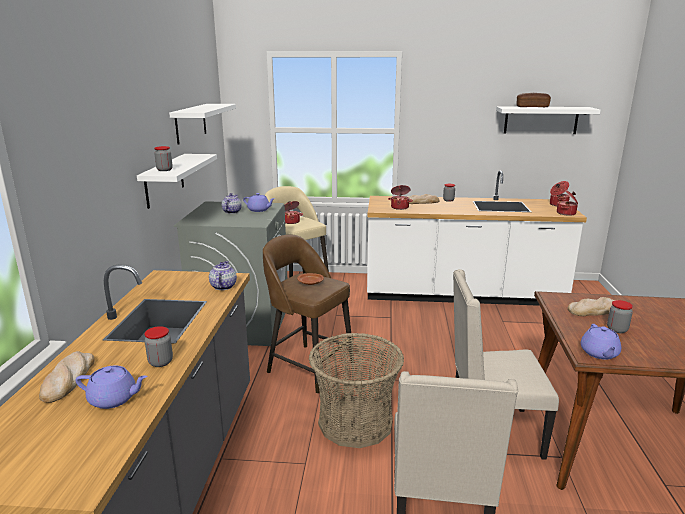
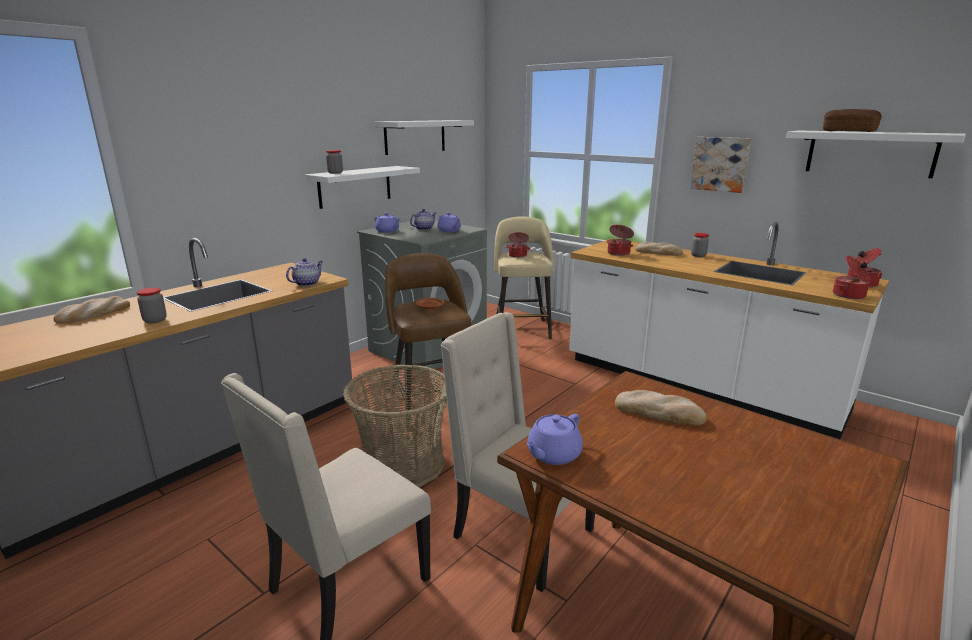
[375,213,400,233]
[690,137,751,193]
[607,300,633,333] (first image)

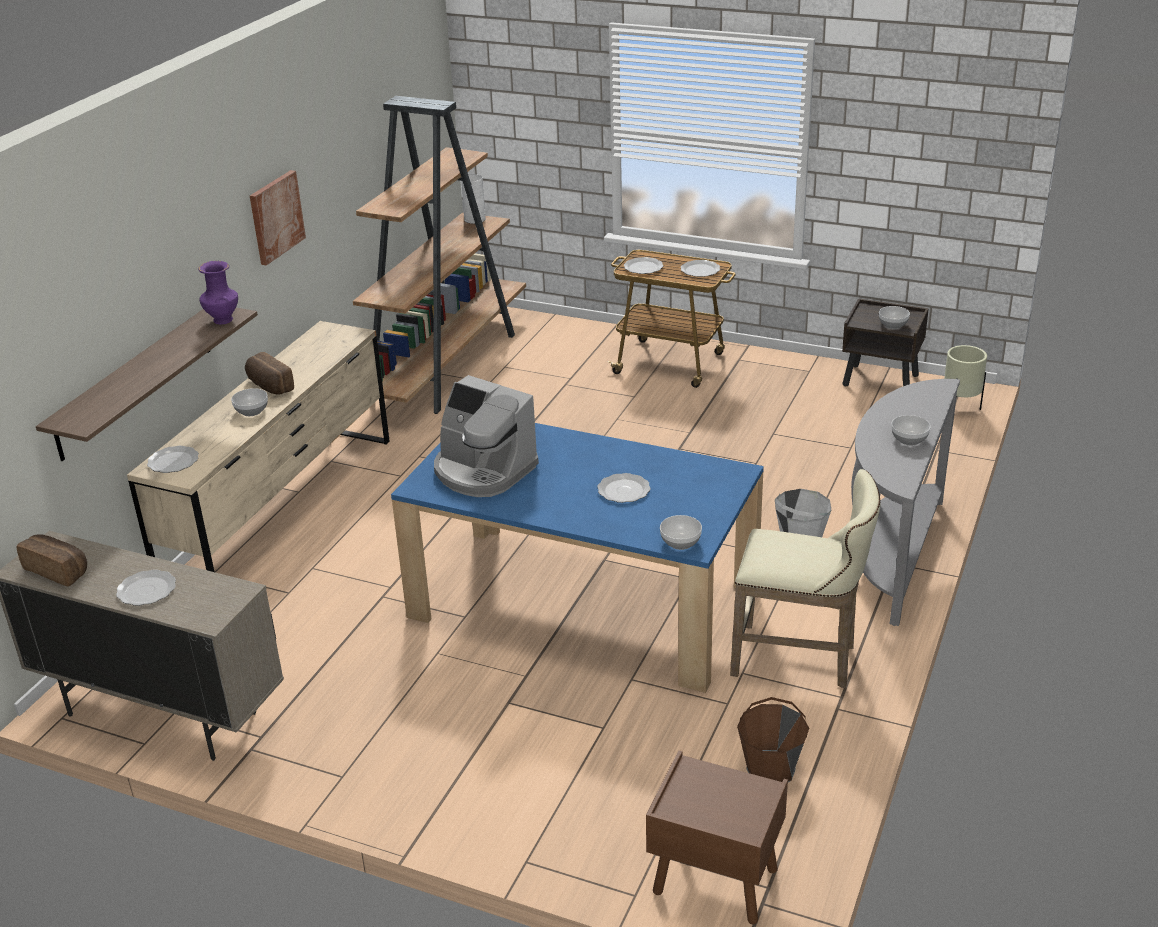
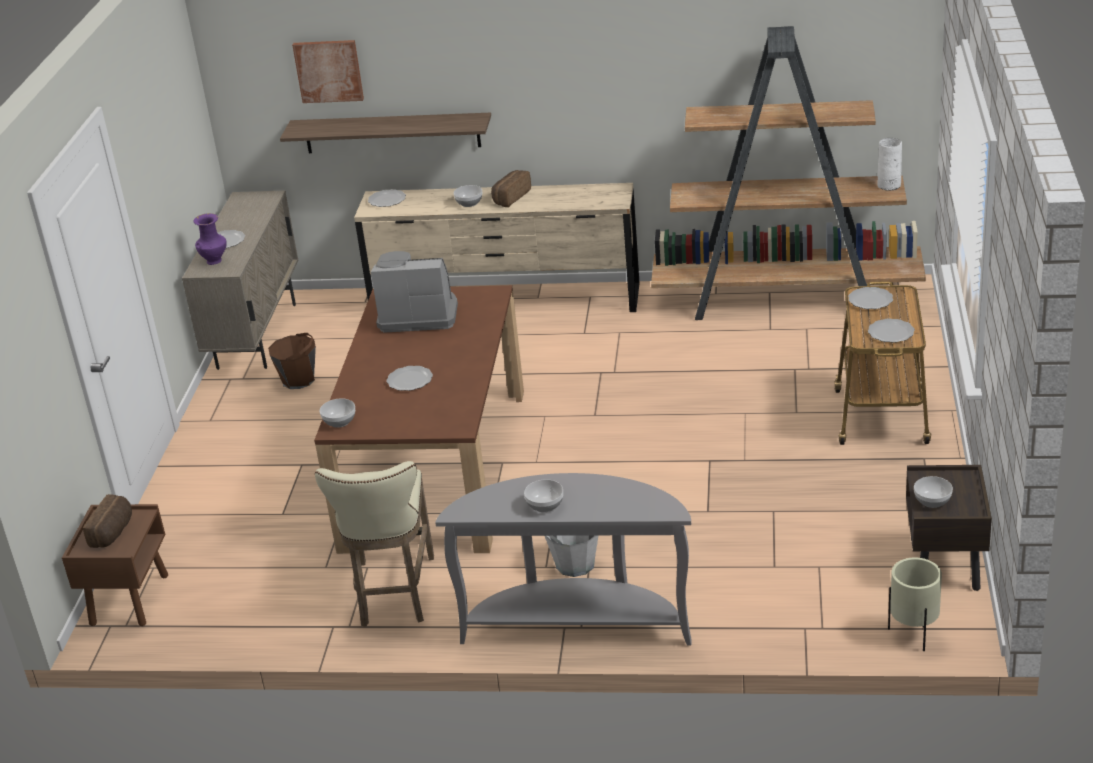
[83,494,132,548]
[194,213,227,265]
[268,333,316,389]
[292,40,364,103]
[314,285,524,554]
[371,251,458,333]

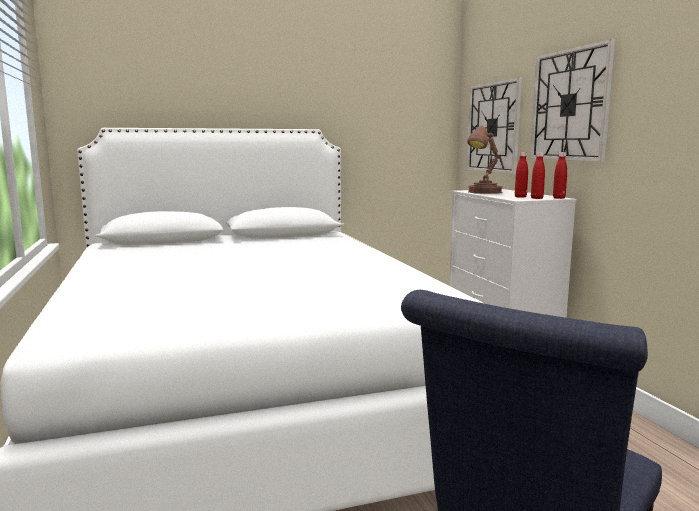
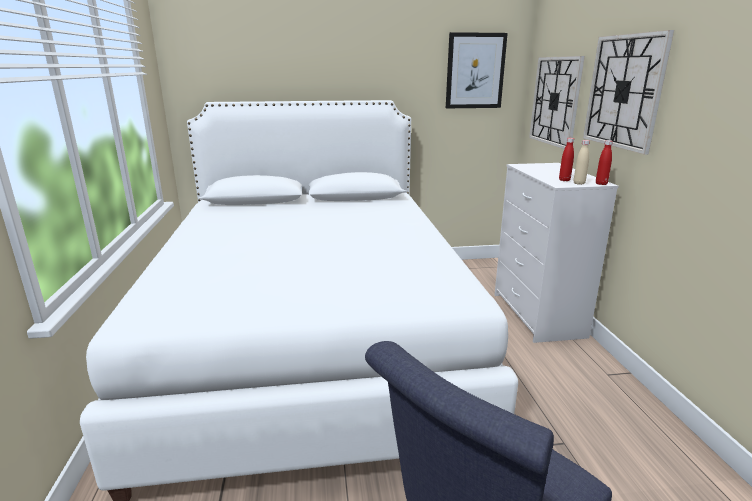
[446,32,508,108]
[574,140,590,185]
[467,125,503,194] (first image)

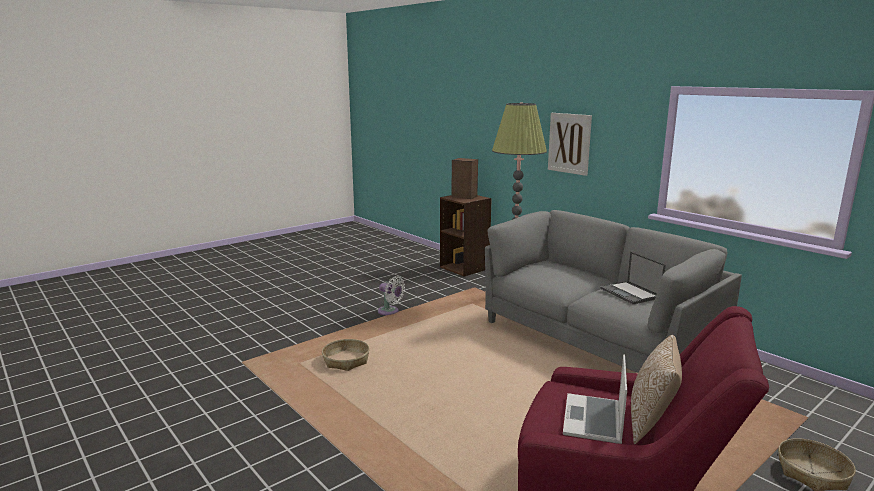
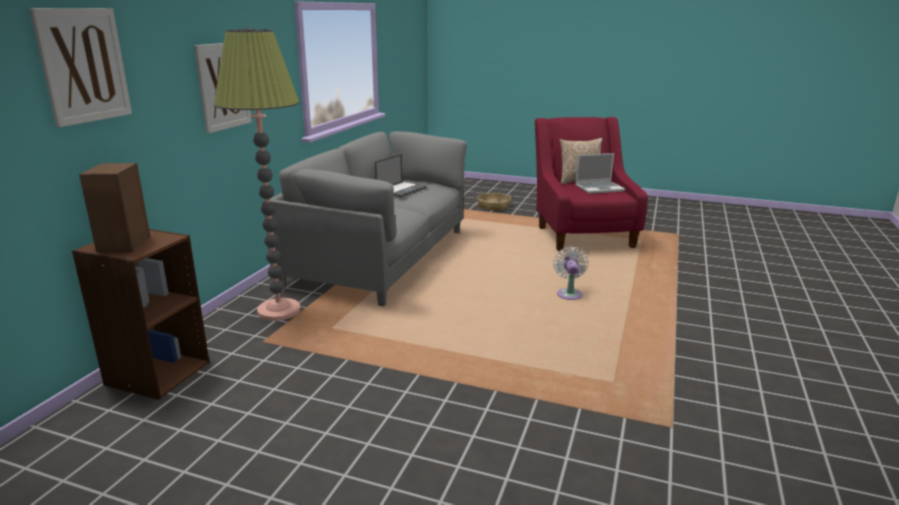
[29,8,132,128]
[553,247,589,300]
[322,339,370,371] (first image)

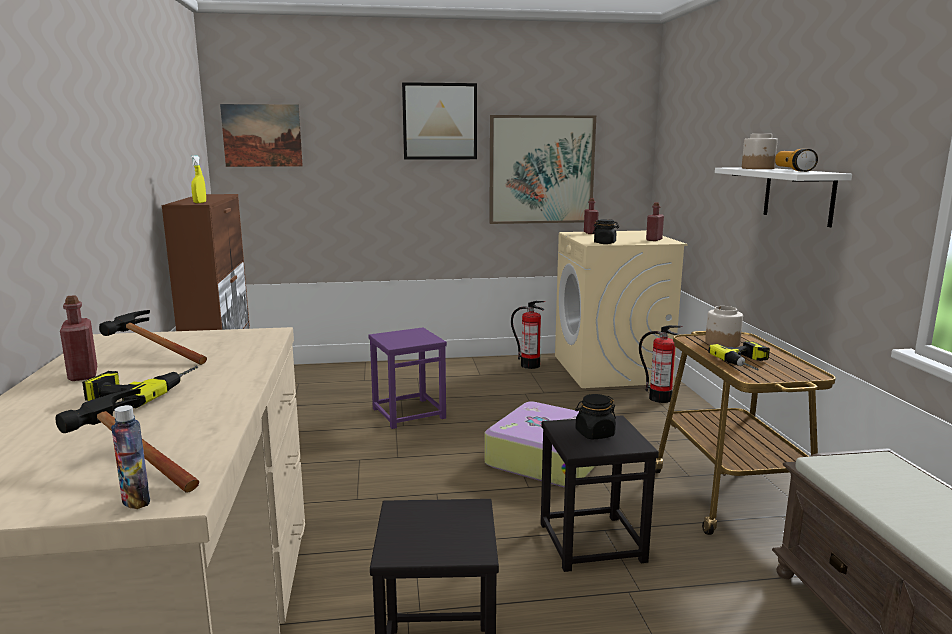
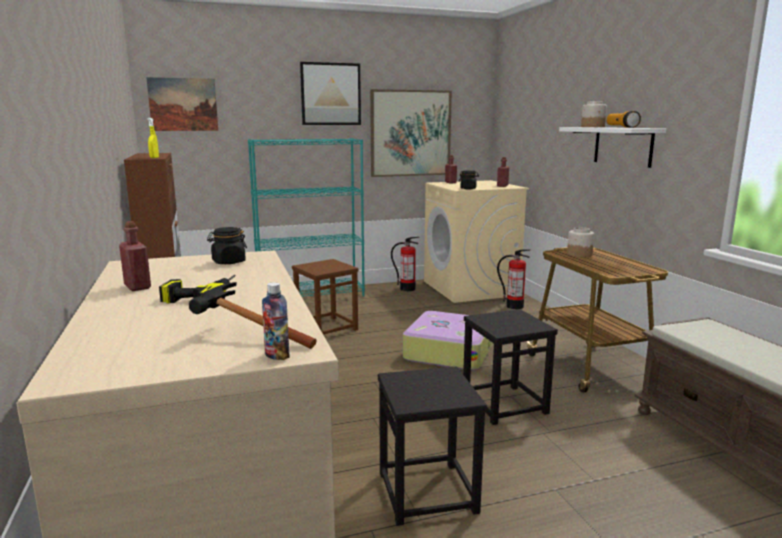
[207,227,247,264]
[248,138,365,297]
[292,259,359,335]
[99,310,207,365] (first image)
[708,341,770,371] (first image)

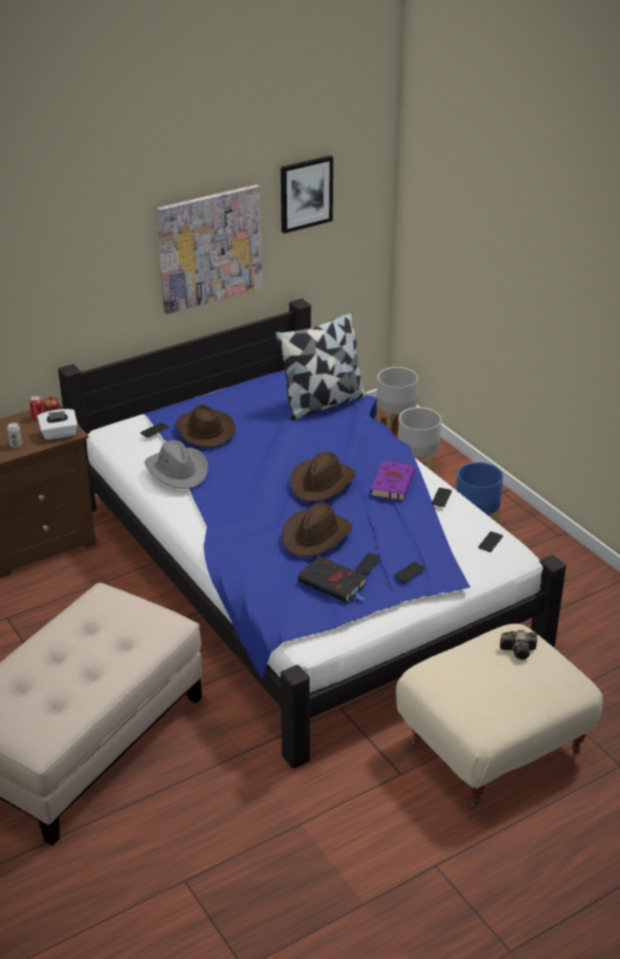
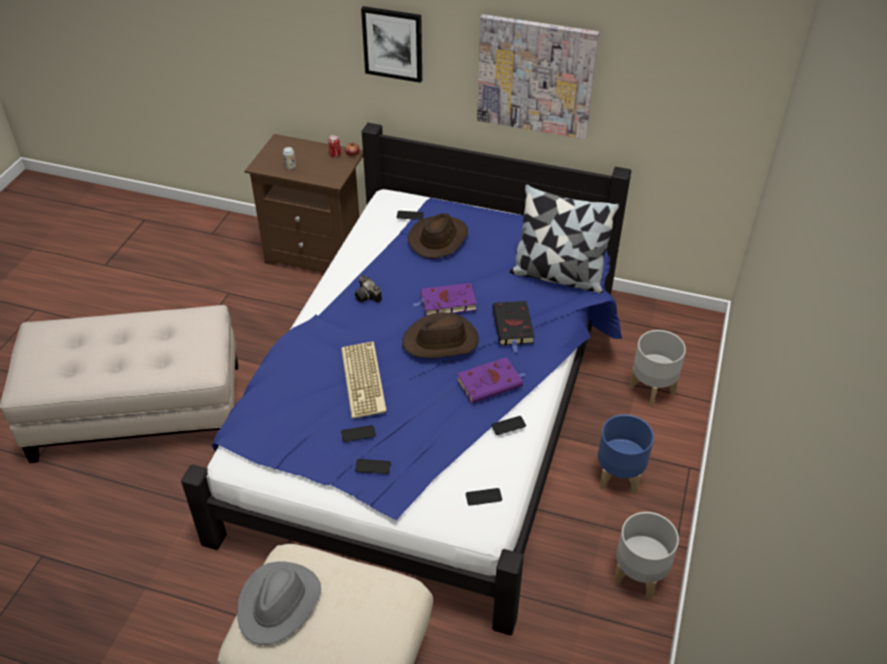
[237,562,321,645]
[341,342,387,419]
[355,275,382,303]
[361,6,422,83]
[413,283,477,316]
[492,301,535,353]
[613,512,679,600]
[37,409,78,440] (first image)

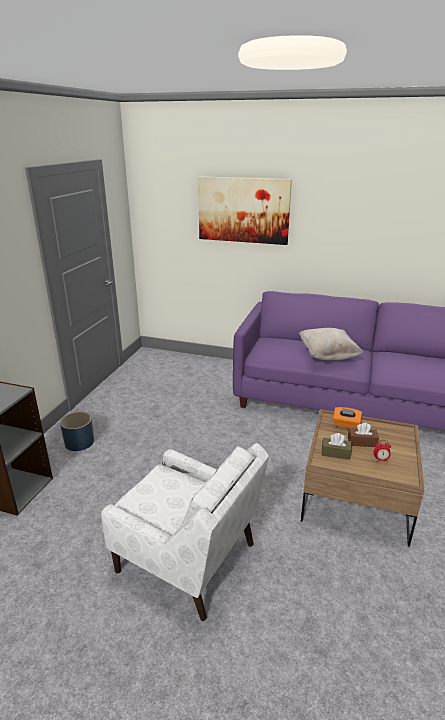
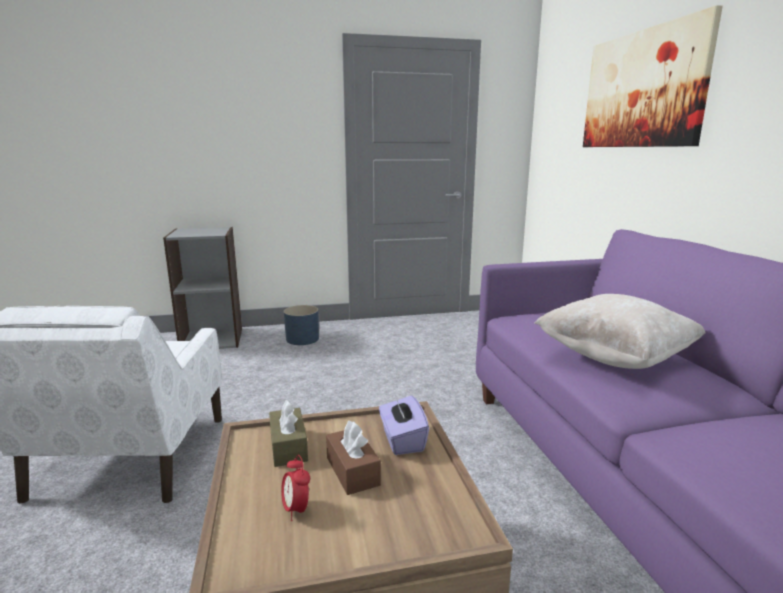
[379,392,429,455]

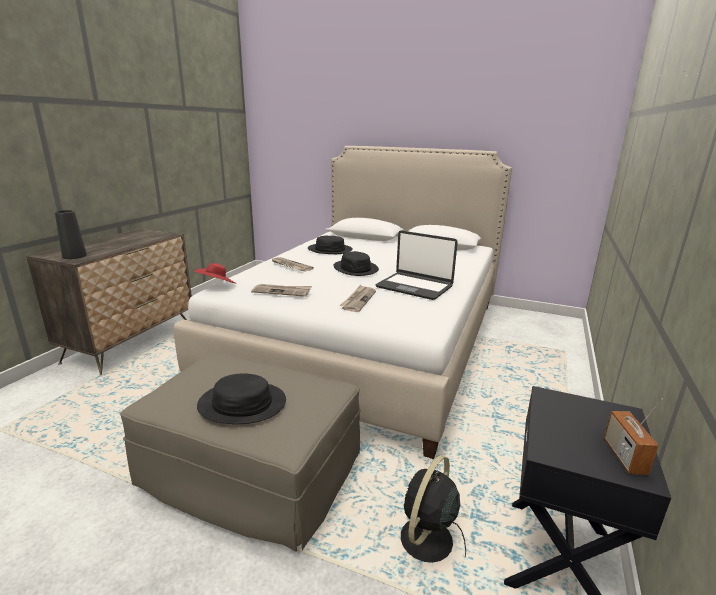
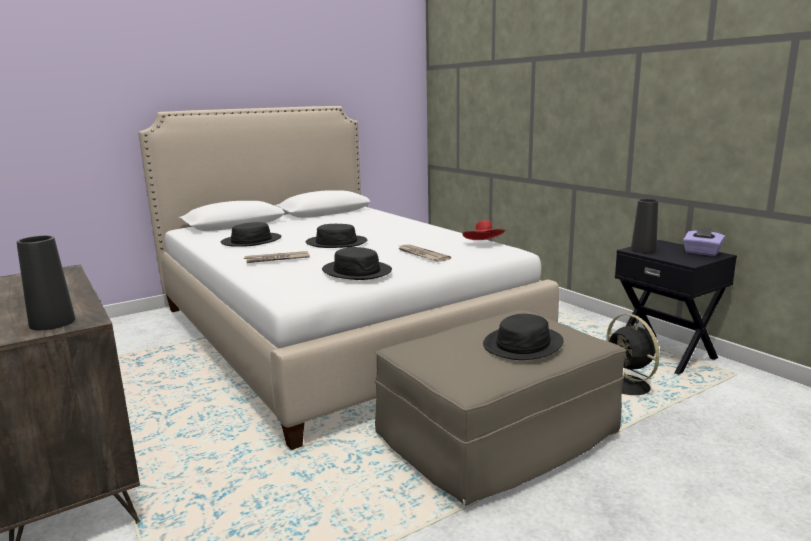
[322,247,392,280]
[463,220,505,240]
[631,199,658,253]
[683,227,725,256]
[376,231,458,300] (first image)

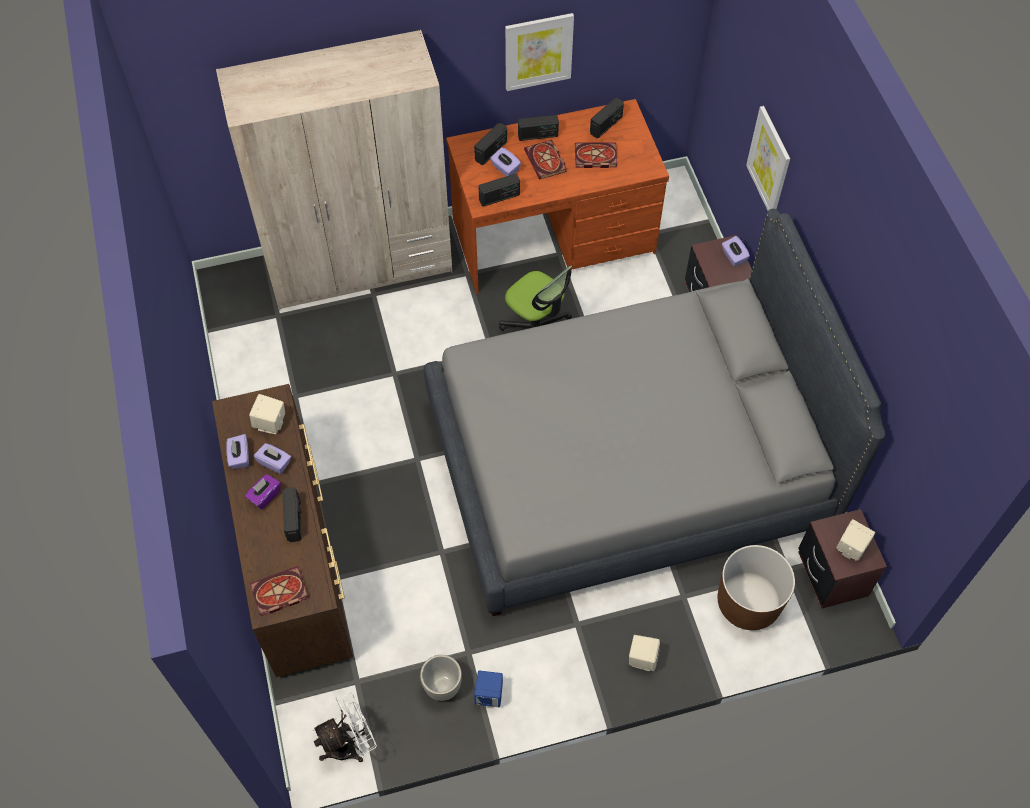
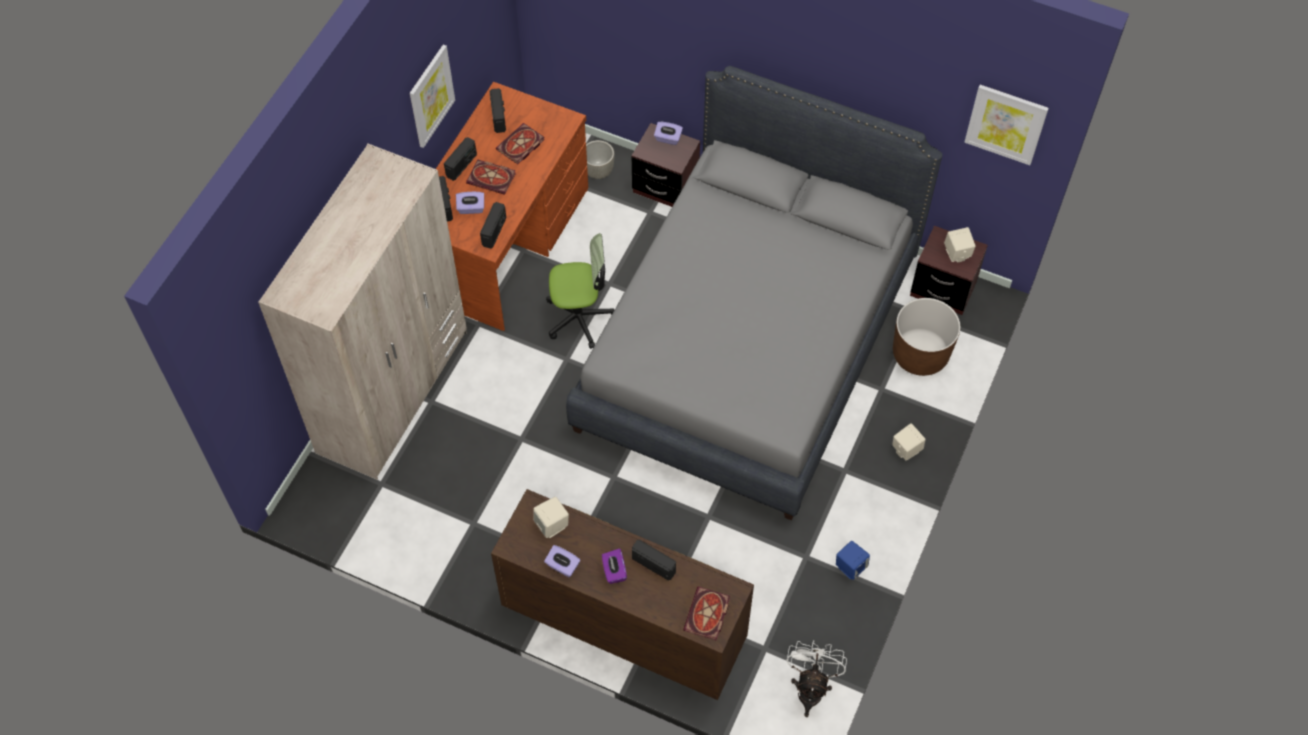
[586,140,615,179]
[964,85,1049,165]
[254,443,291,474] (first image)

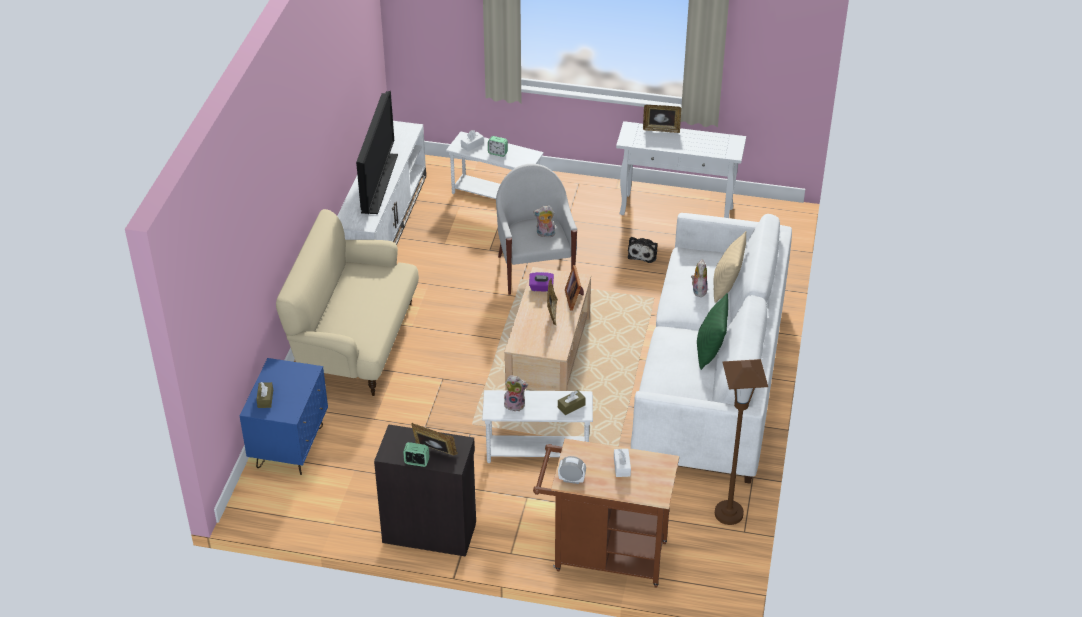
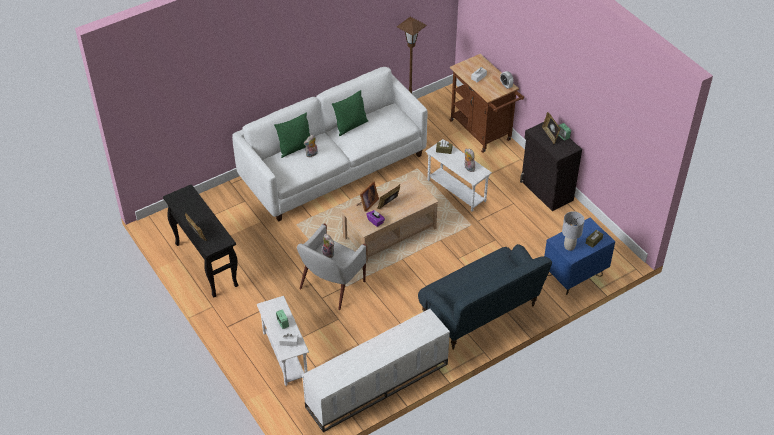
[163,184,239,297]
[274,113,310,158]
[418,244,552,350]
[562,211,585,251]
[356,90,398,214] (first image)
[628,237,657,263] (first image)

